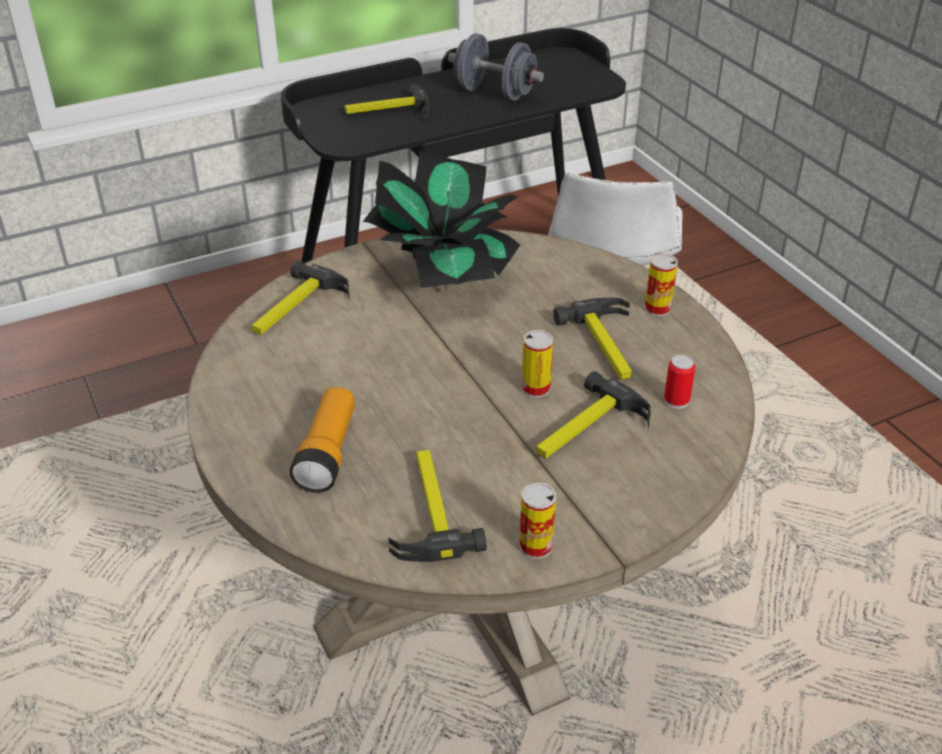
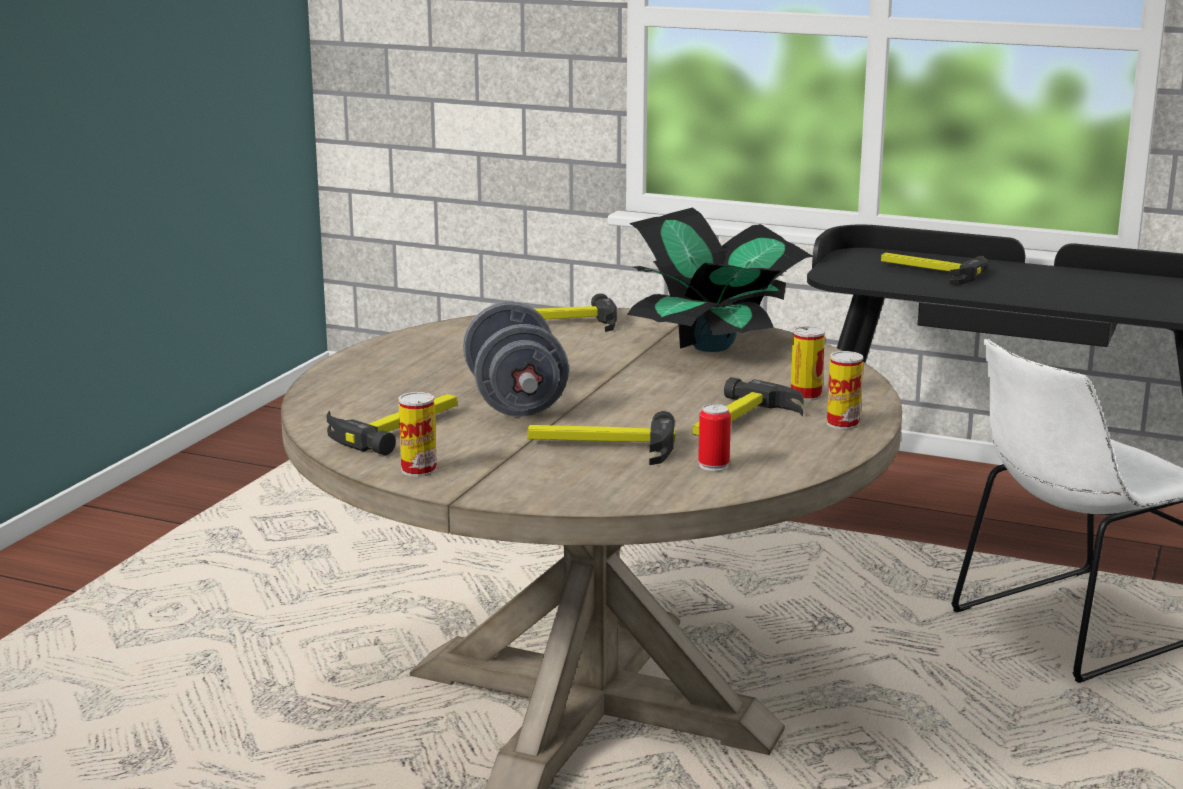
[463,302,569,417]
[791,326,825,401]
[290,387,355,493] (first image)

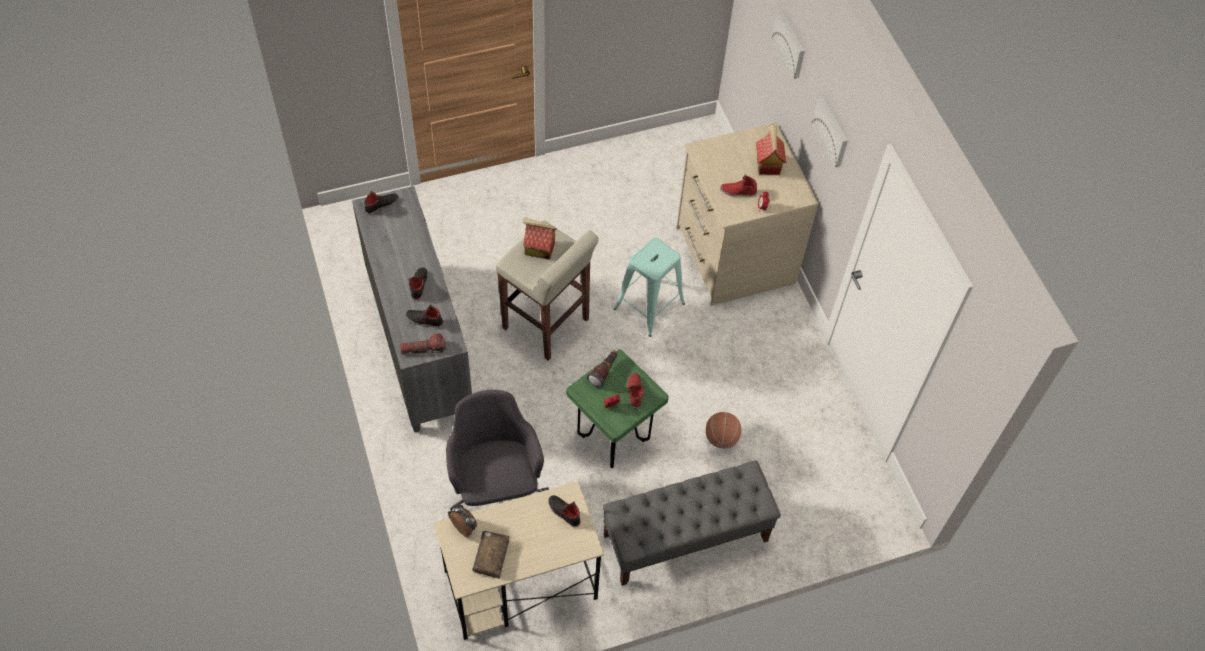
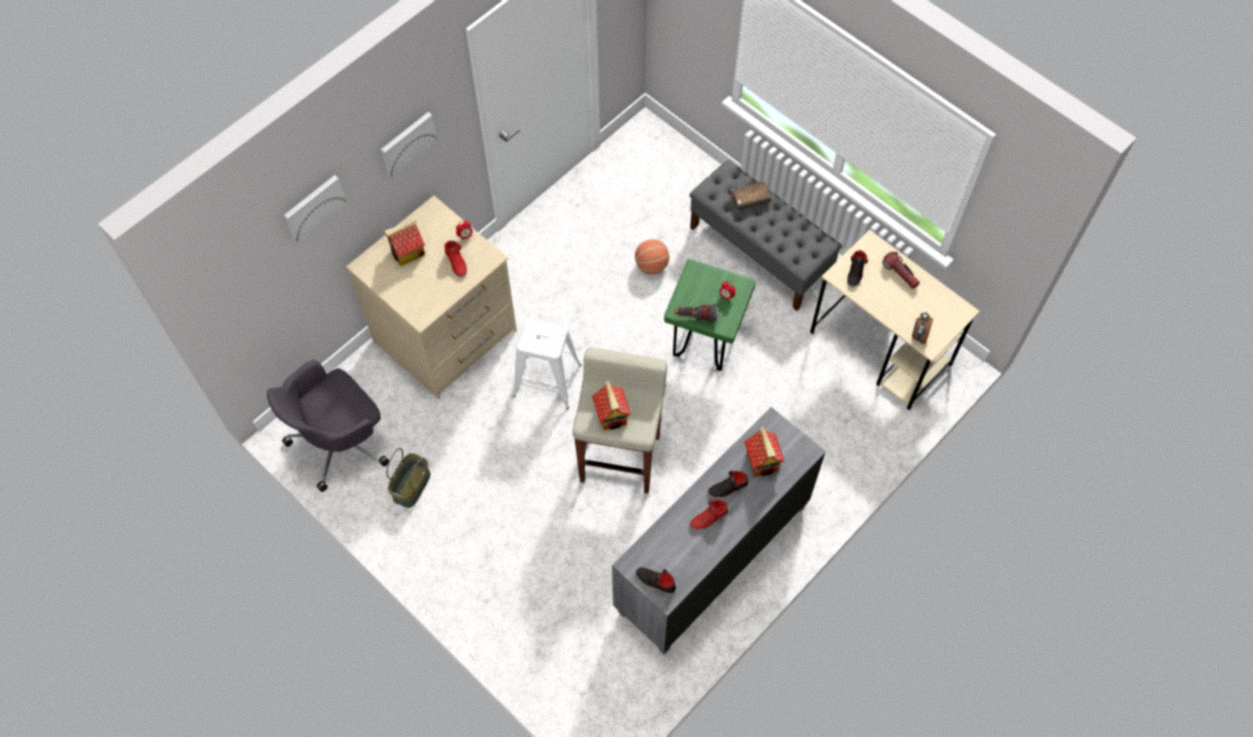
[267,360,389,492]
[386,448,430,508]
[513,318,582,409]
[689,500,728,531]
[730,180,771,210]
[744,426,785,477]
[882,251,920,289]

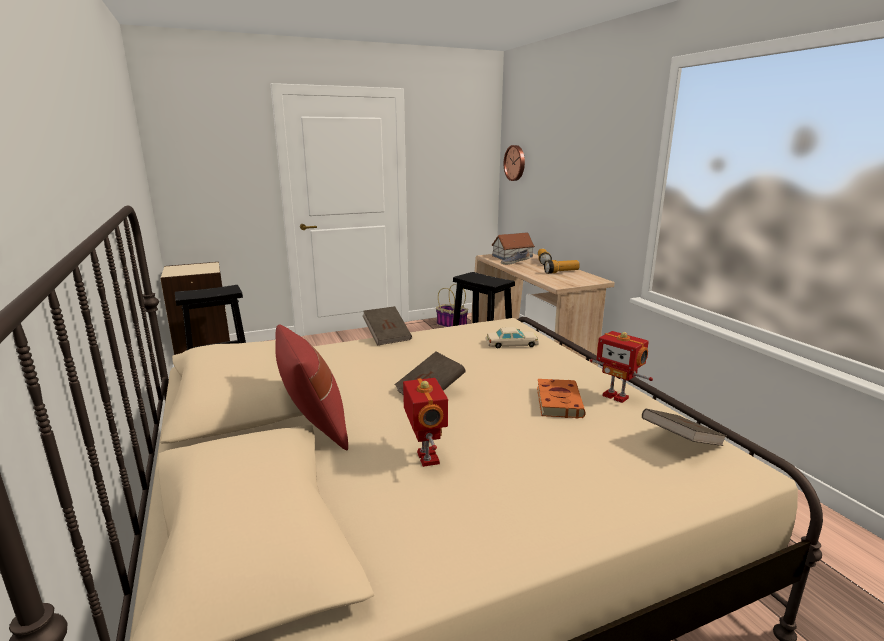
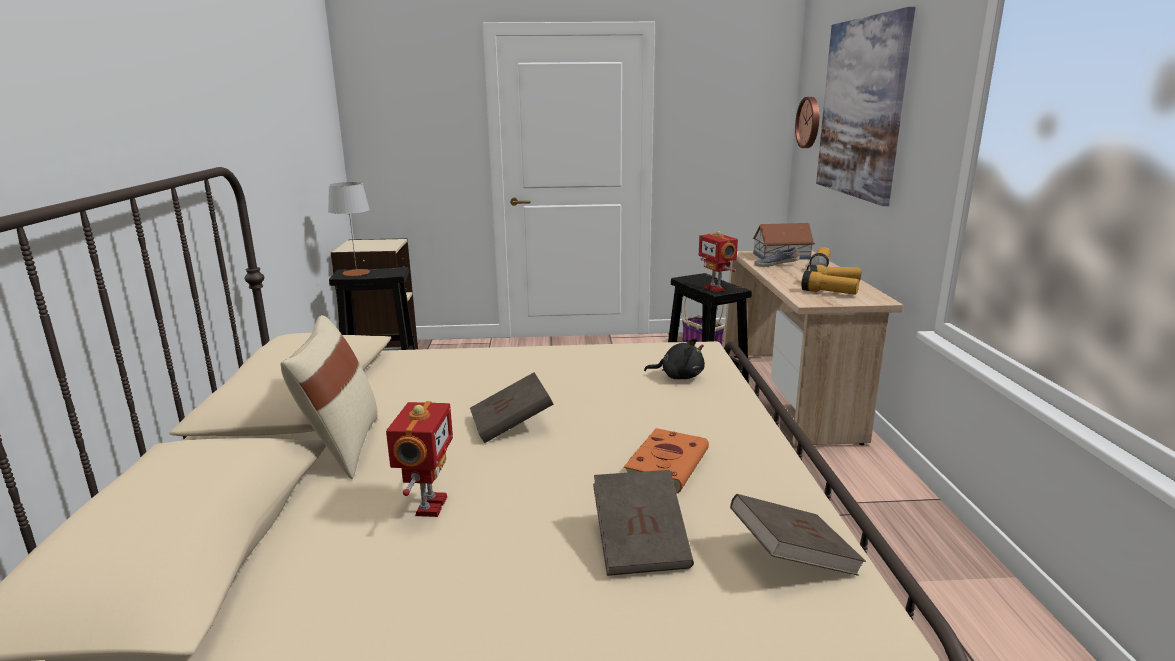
[281,315,378,479]
[328,182,370,276]
[593,470,694,576]
[644,338,705,379]
[699,231,738,292]
[801,271,859,295]
[816,6,916,206]

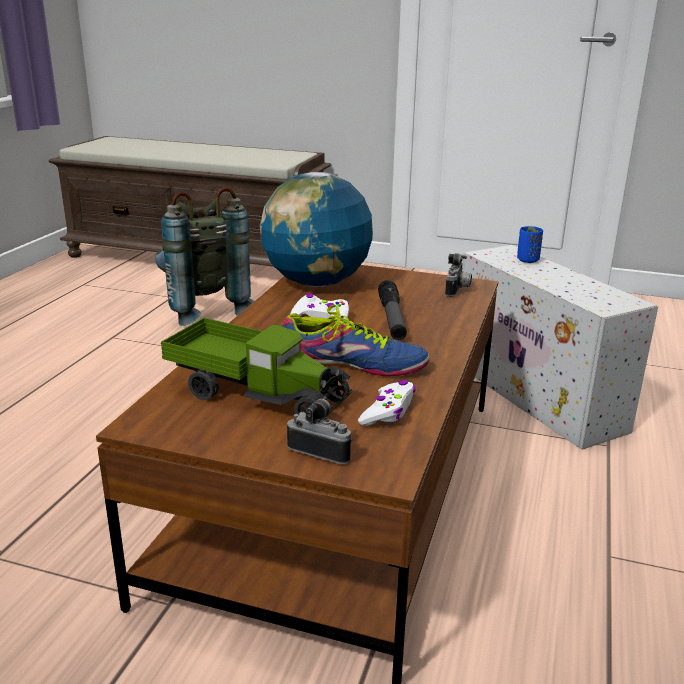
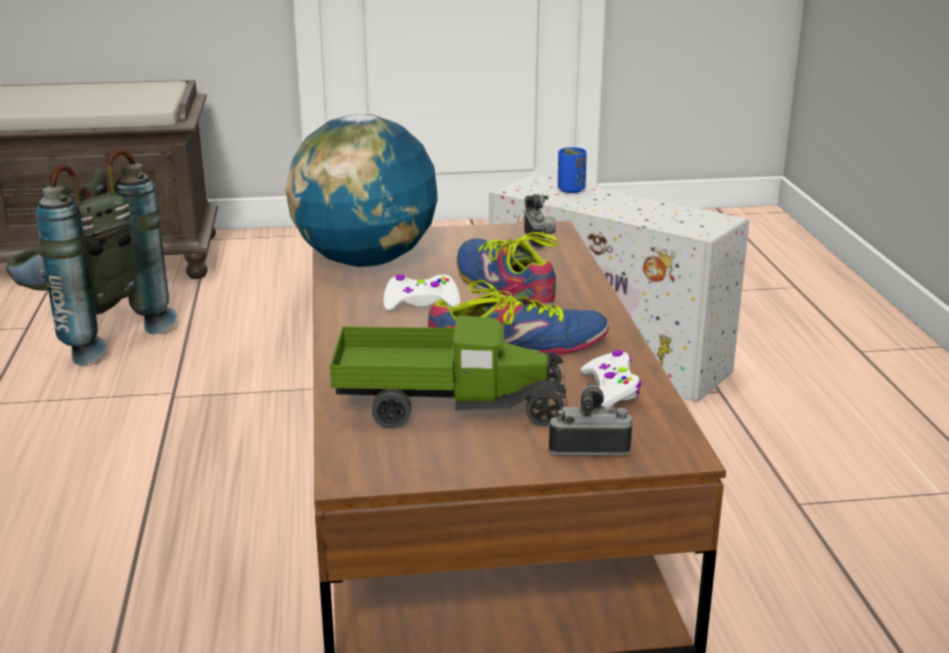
[456,232,562,308]

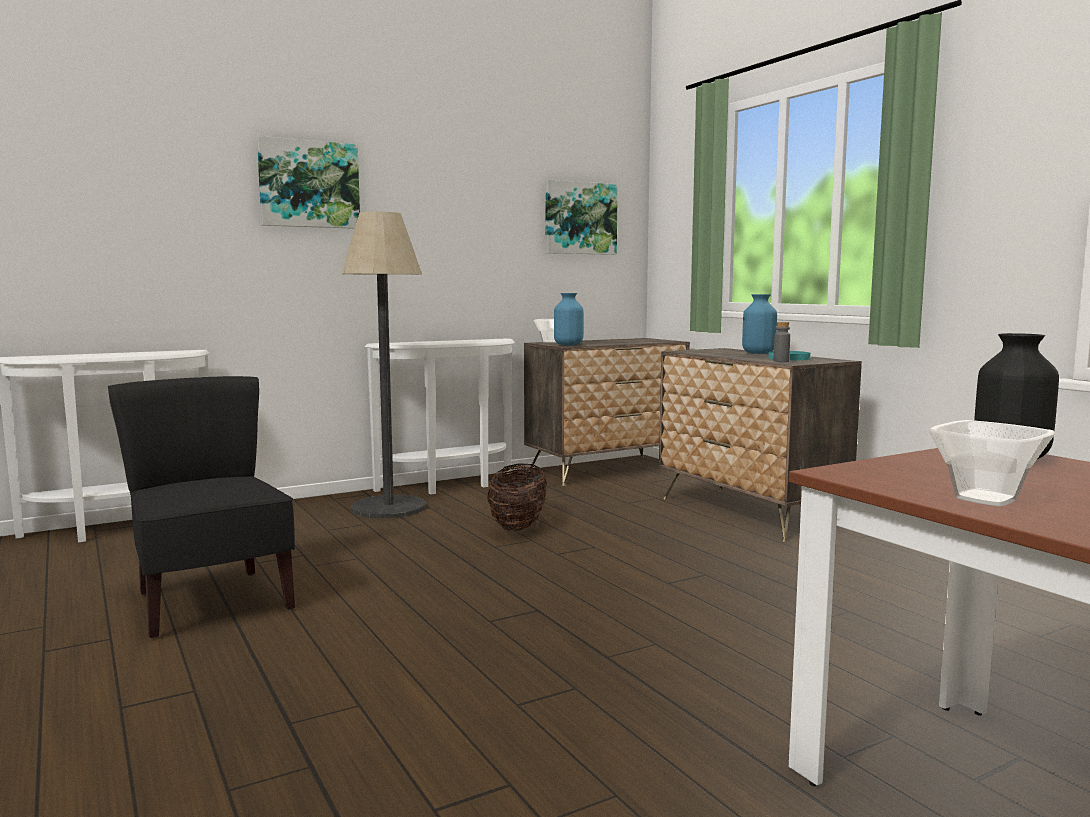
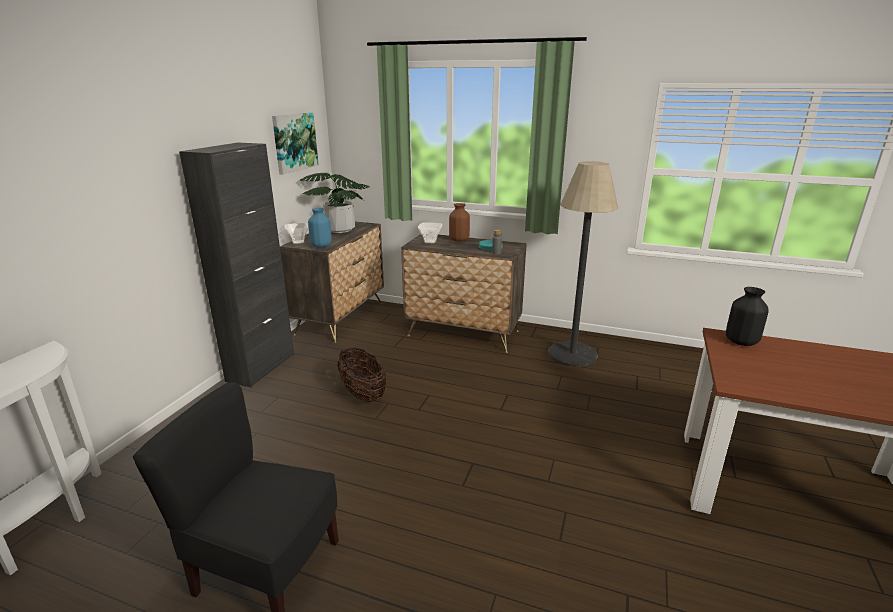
[179,143,294,388]
[300,173,369,233]
[418,223,442,244]
[449,203,470,242]
[548,161,618,367]
[257,136,360,229] (first image)

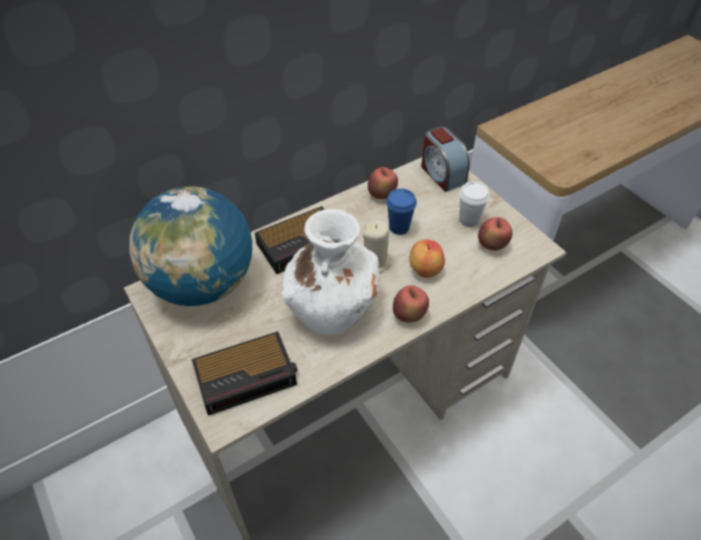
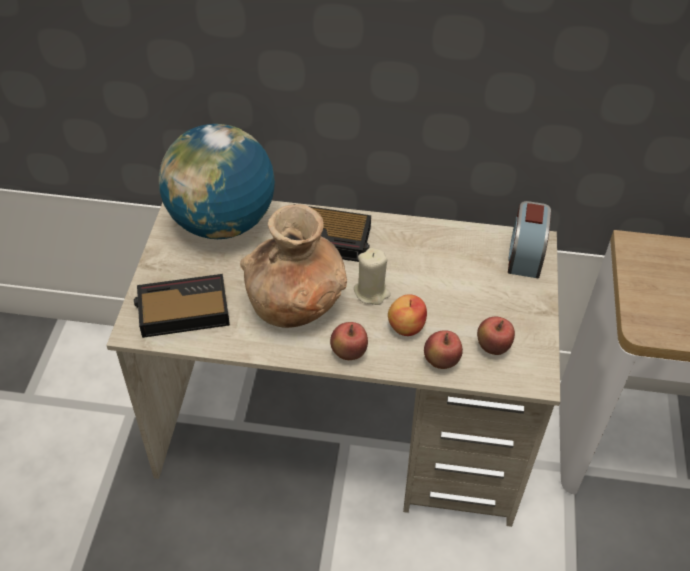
[134,274,230,338]
[240,204,347,328]
[424,330,463,369]
[386,189,417,235] (first image)
[459,181,490,227] (first image)

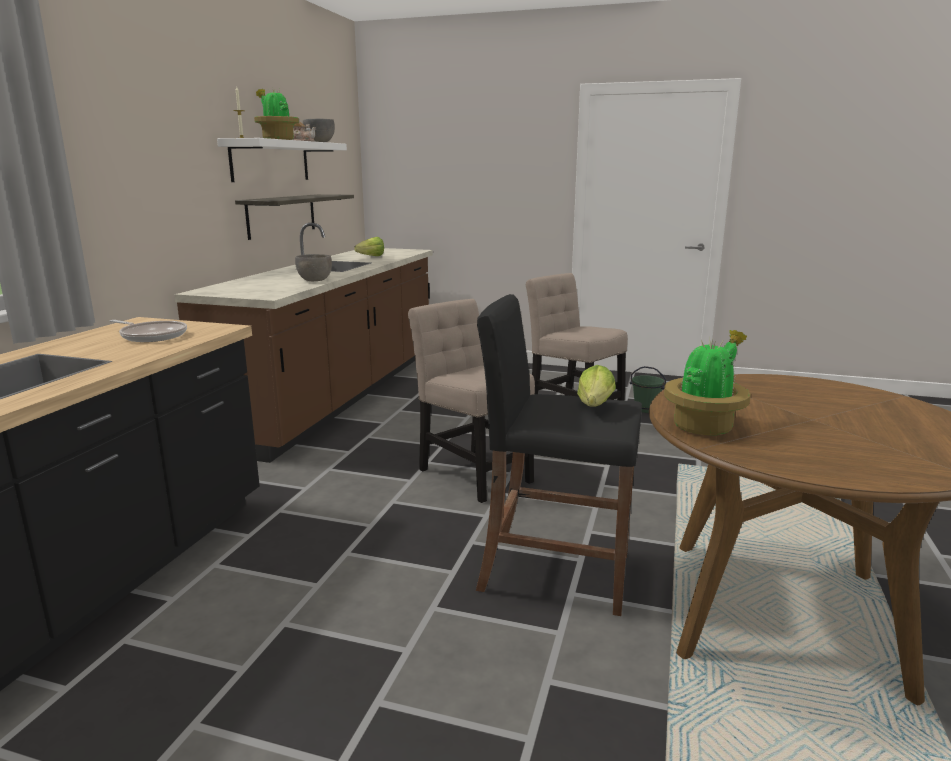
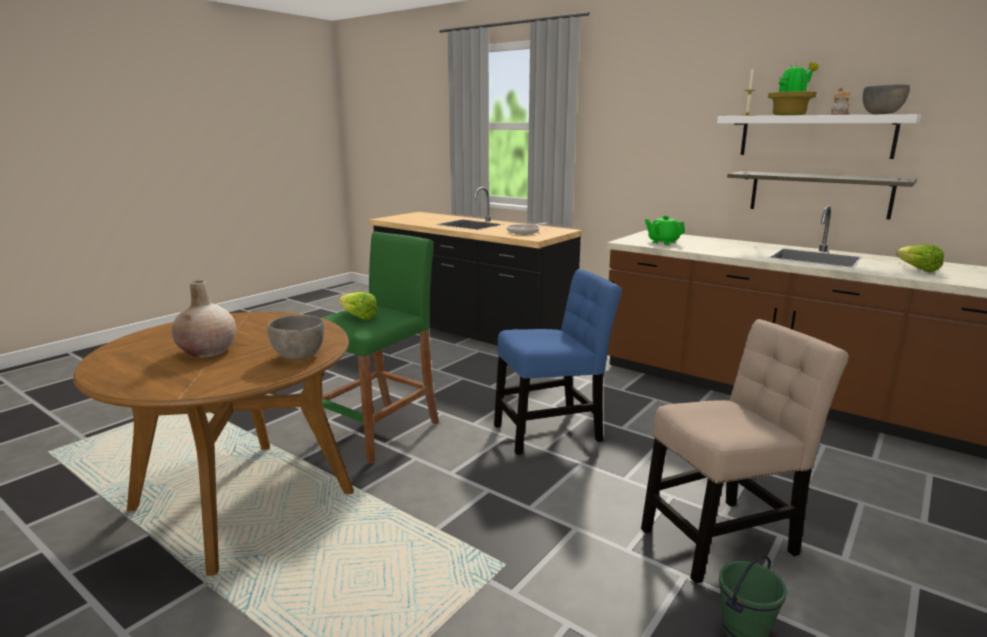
[172,280,236,358]
[267,315,324,360]
[322,232,439,464]
[494,269,622,455]
[645,216,685,245]
[664,330,751,435] (first image)

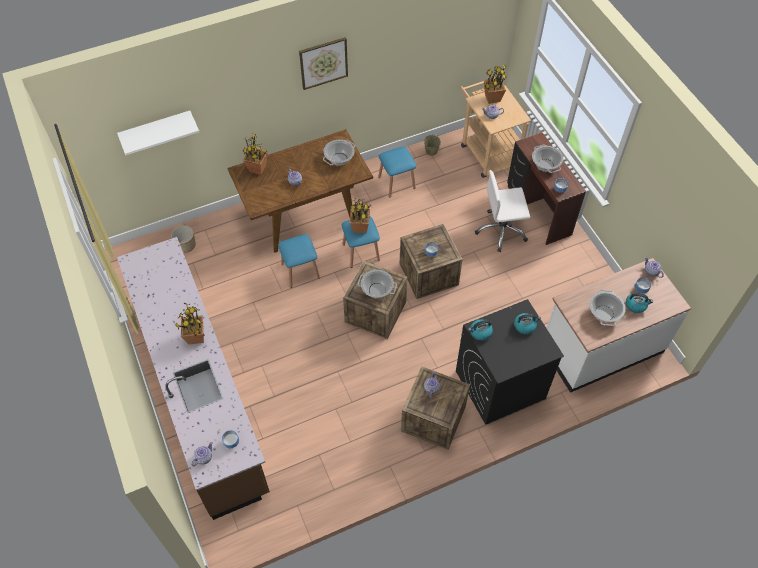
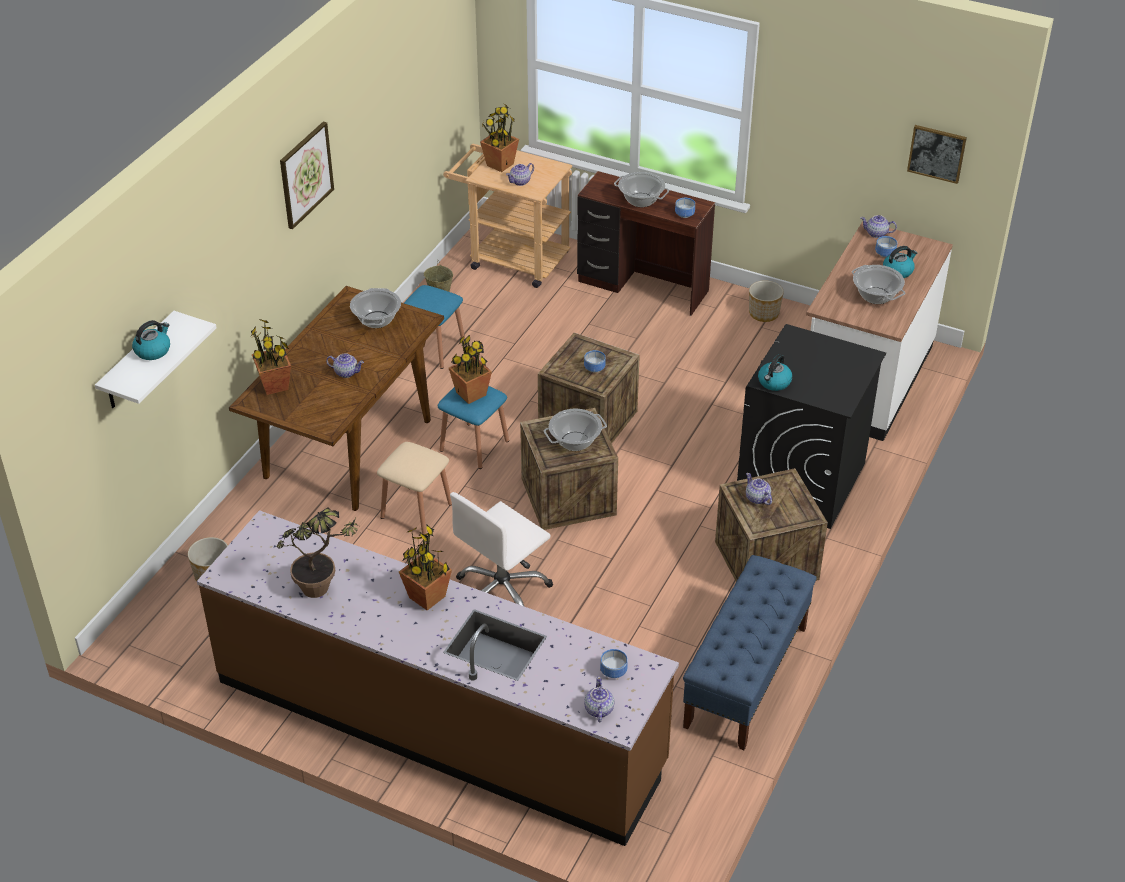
[132,320,170,360]
[276,507,362,598]
[377,442,452,534]
[450,492,553,607]
[683,555,817,750]
[749,280,784,322]
[907,125,967,184]

